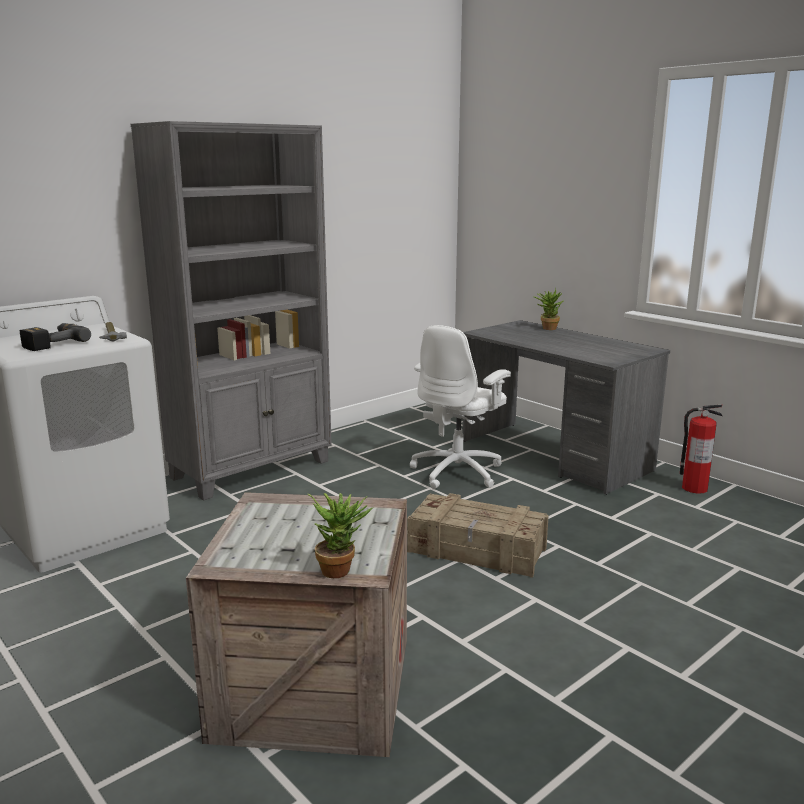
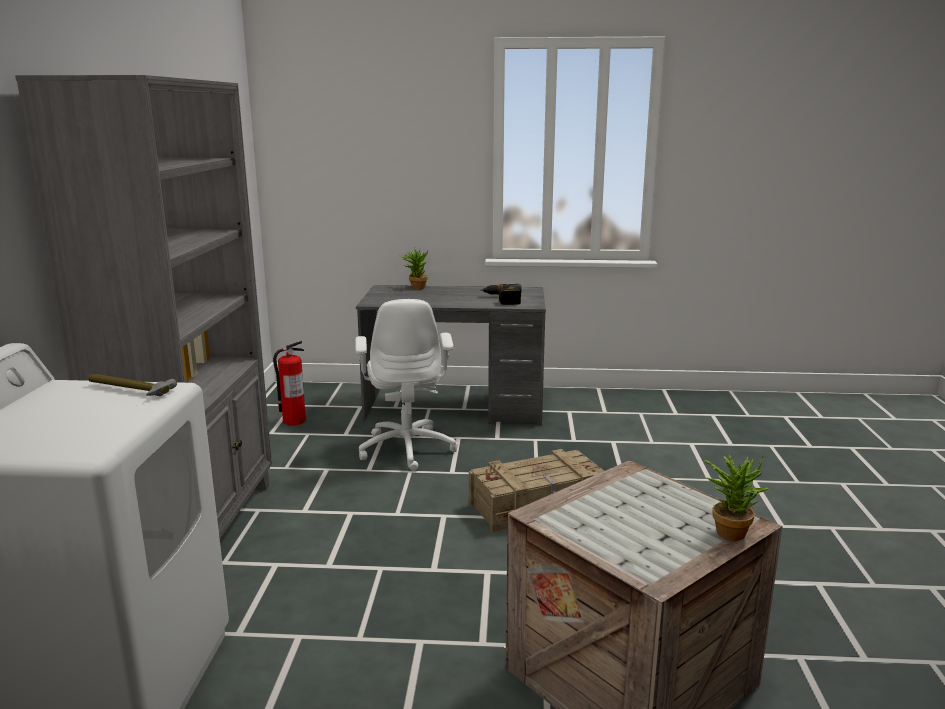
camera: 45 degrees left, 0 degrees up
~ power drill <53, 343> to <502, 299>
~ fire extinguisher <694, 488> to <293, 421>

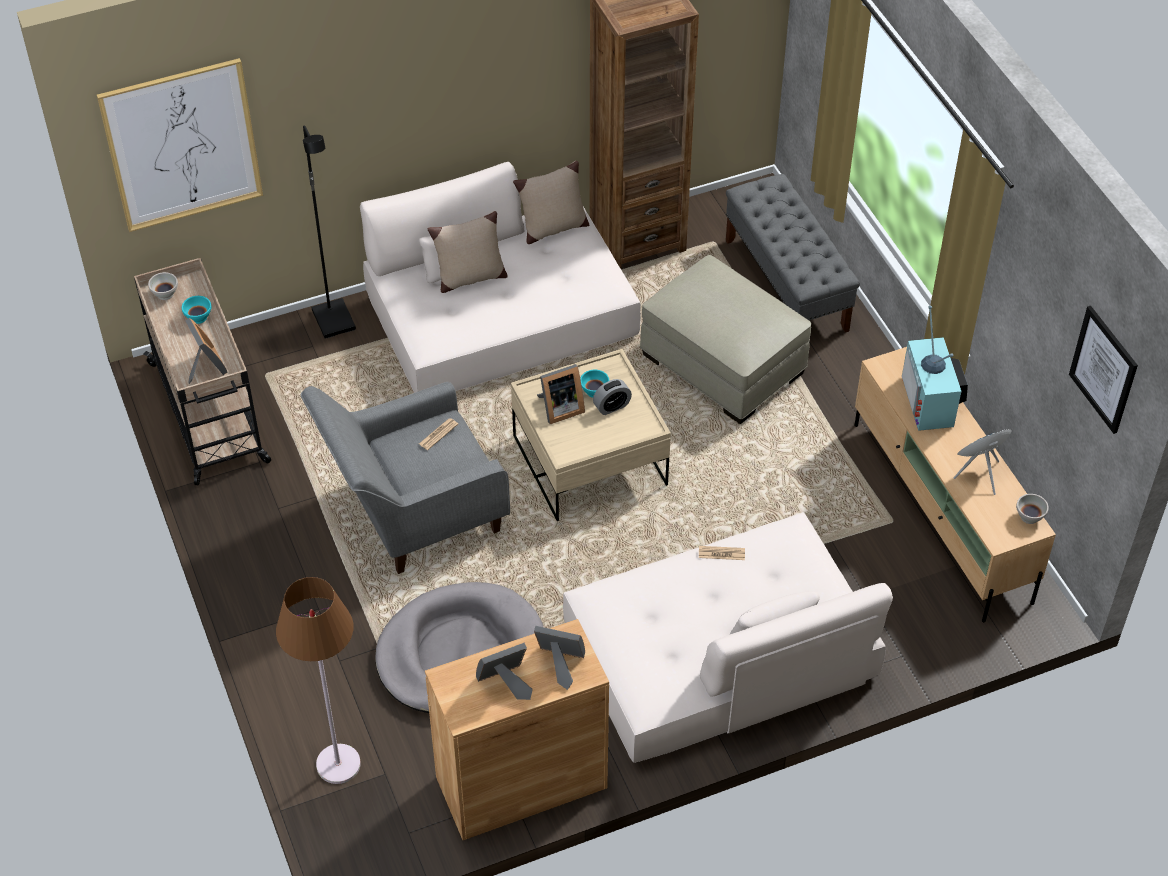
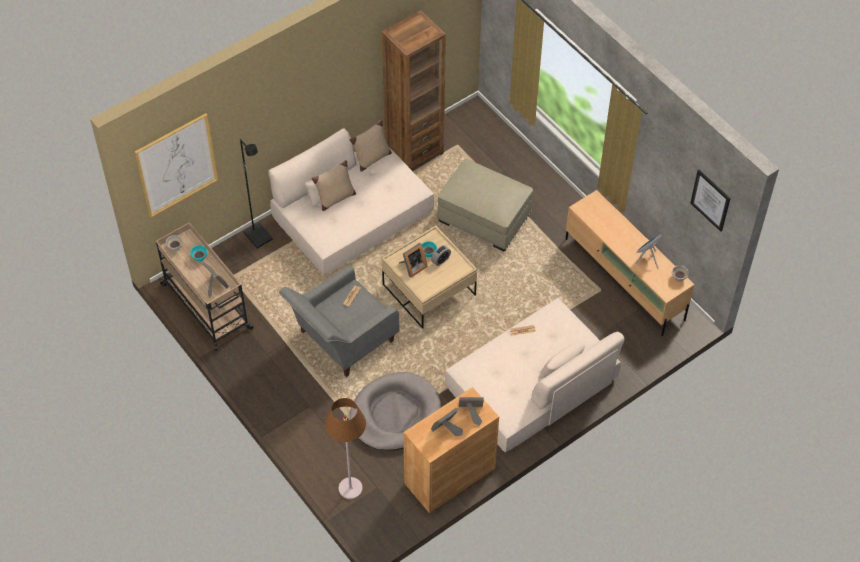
camera: 15 degrees left, 5 degrees up
- grey bench <786, 285>
- television <931, 402>

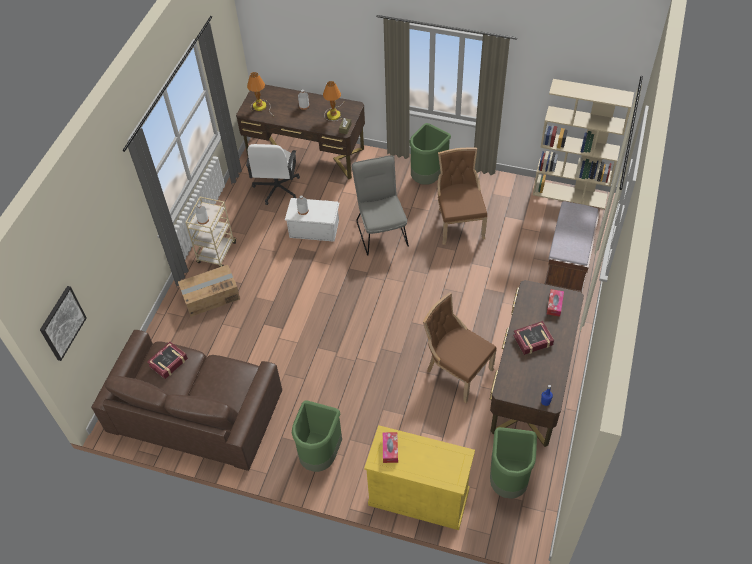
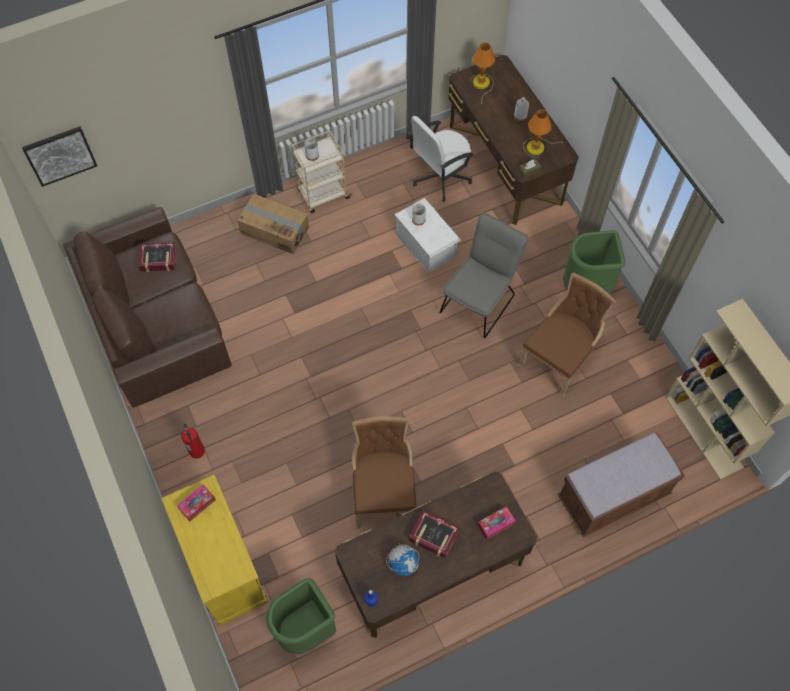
camera: 45 degrees right, 10 degrees up
~ green trash can <320, 455> to fire extinguisher <197, 450>
+ globe <403, 564>

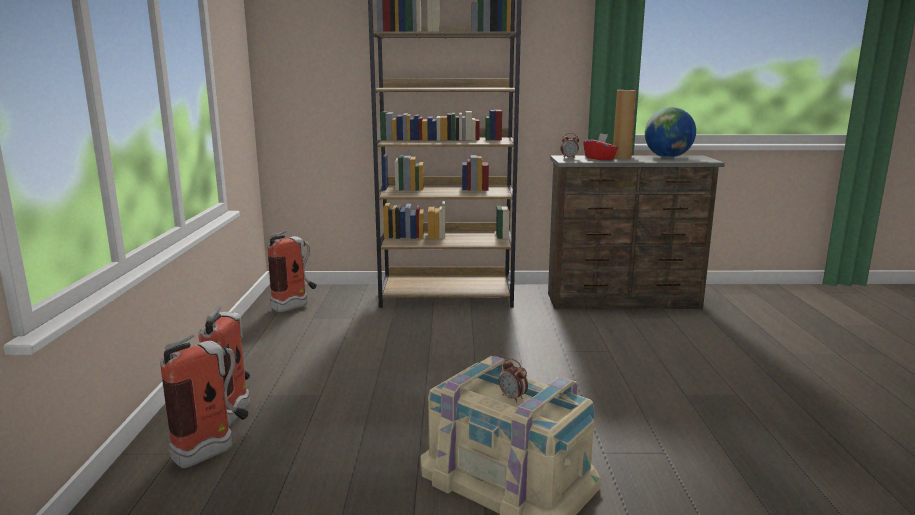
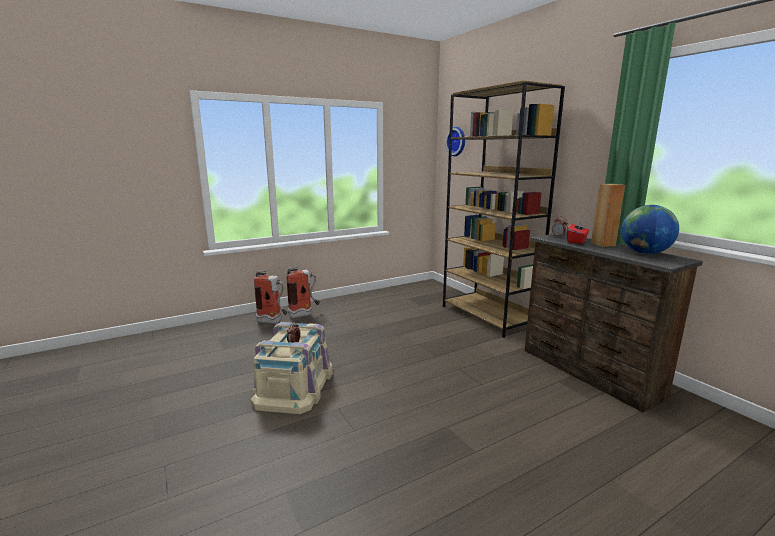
camera: 60 degrees right, 0 degrees up
- fire extinguisher <296, 306>
+ wall clock <457, 141>

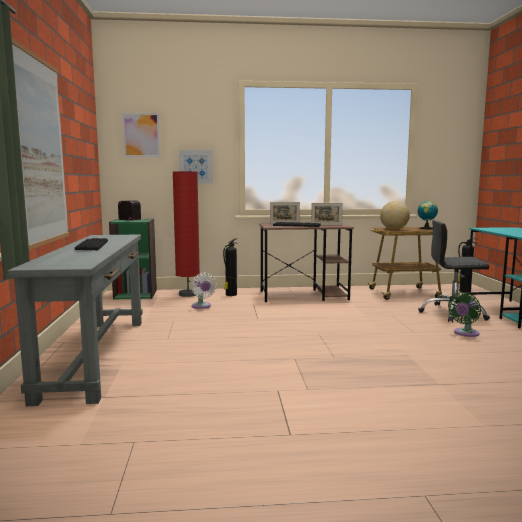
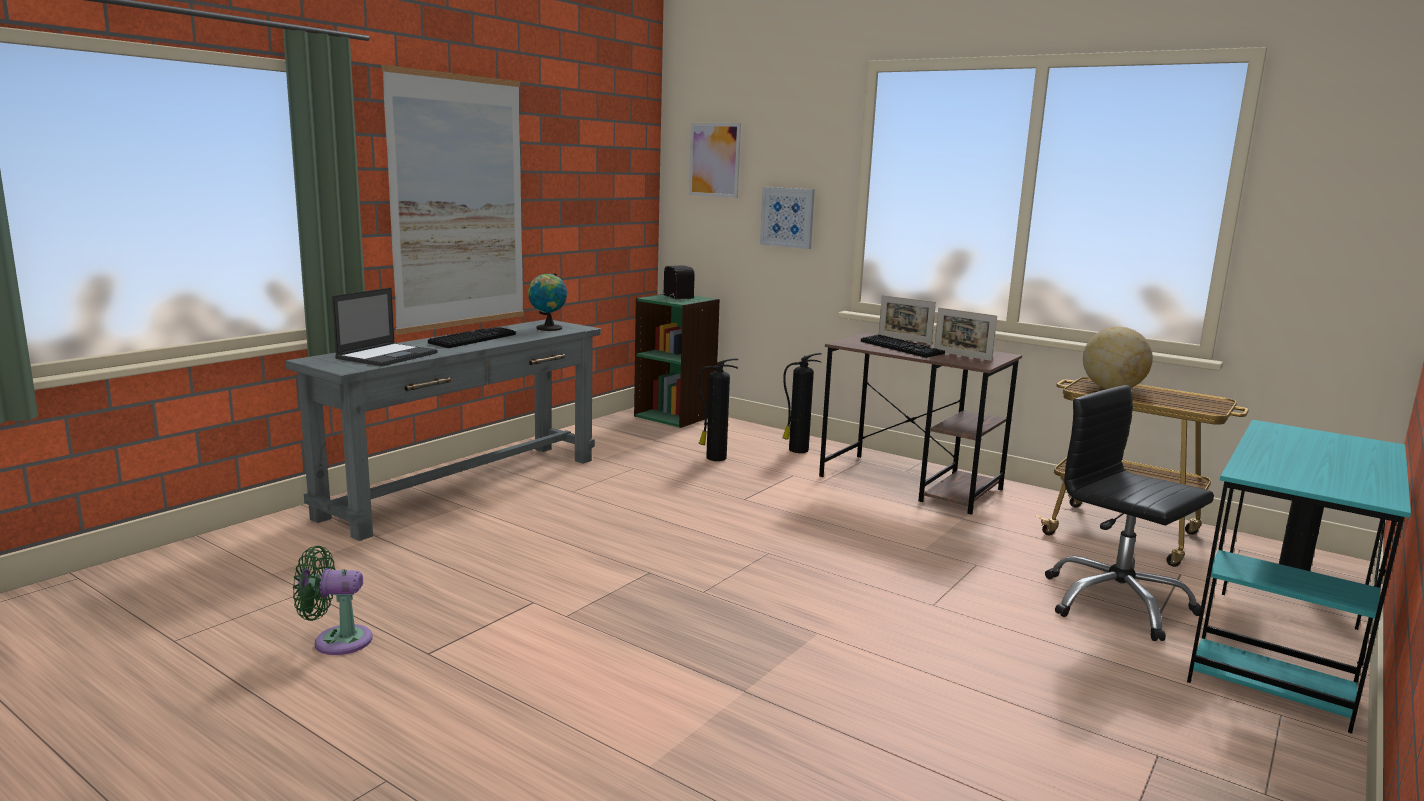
camera: 40 degrees right, 5 degrees up
- red floor lamp <188, 294>
~ white fan <202, 306> to fire extinguisher <714, 458>
~ globe <426, 228> to <547, 328>
~ green fan <465, 333> to <337, 641>
+ laptop <388, 355>

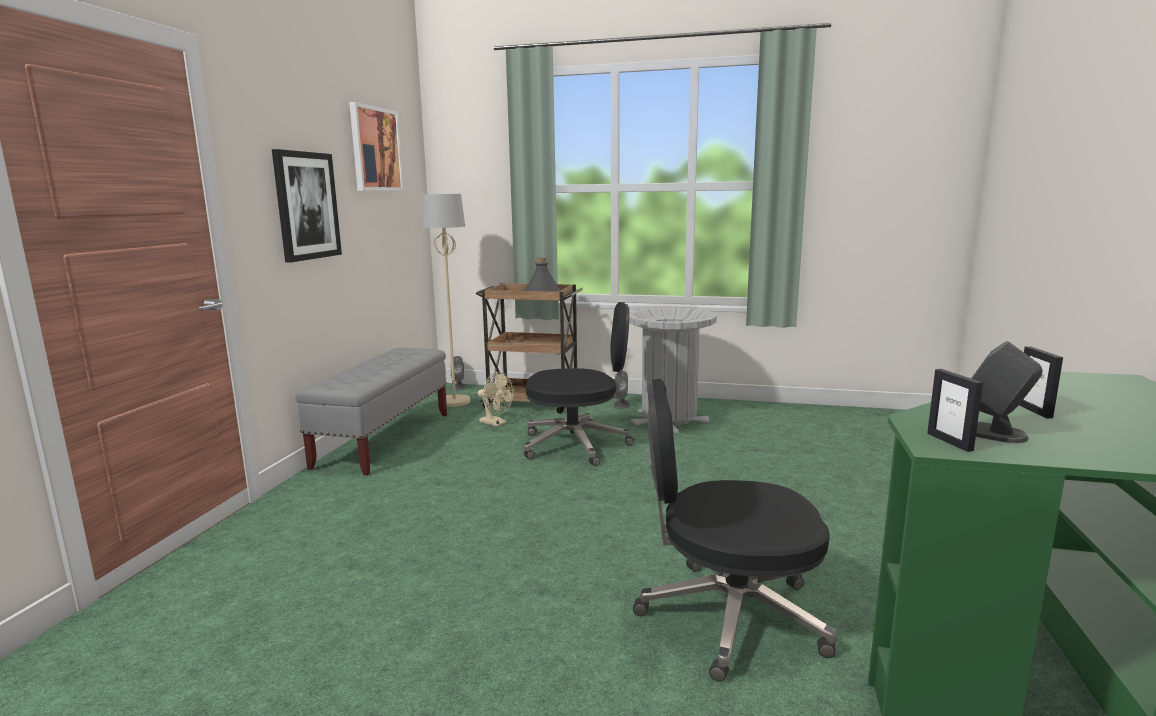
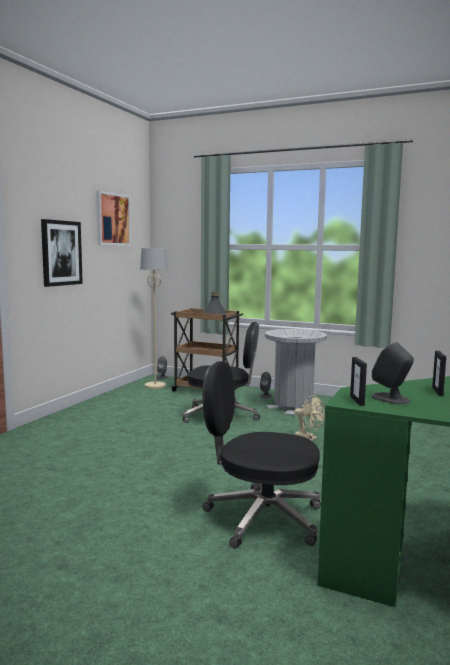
camera: 10 degrees right, 5 degrees down
- grey bench <385, 440>
~ beige fan <496, 423> to <309, 438>

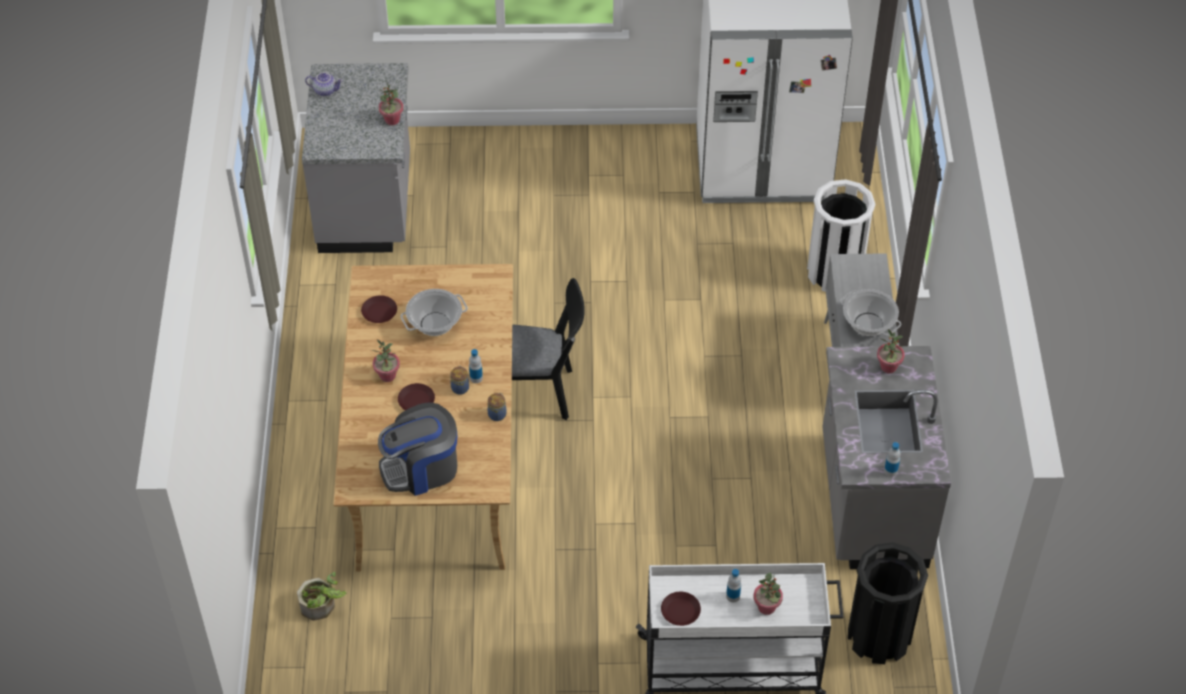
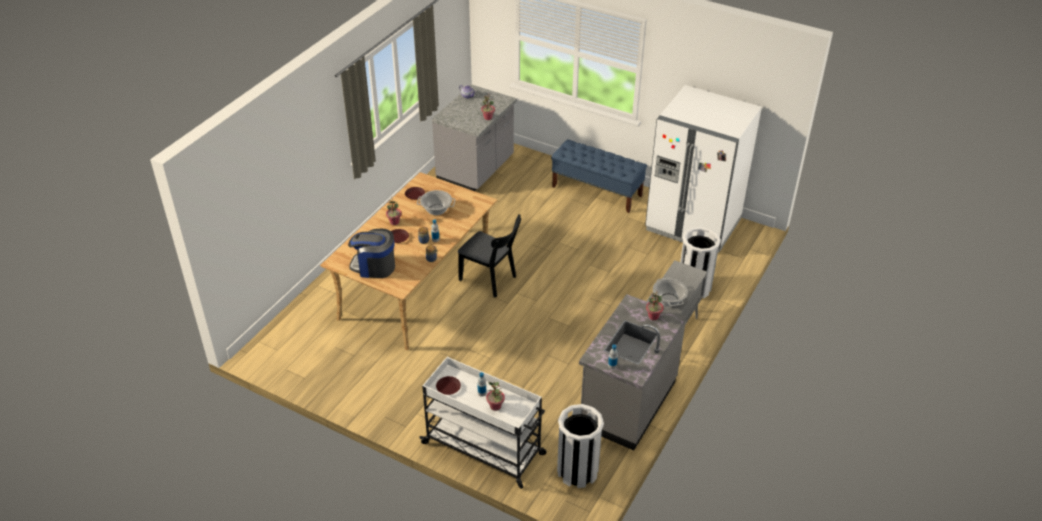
camera: 30 degrees right, 10 degrees down
- potted plant <322, 607>
~ black trash can <879, 636> to white trash can <577, 471>
+ blue bench <597, 191>

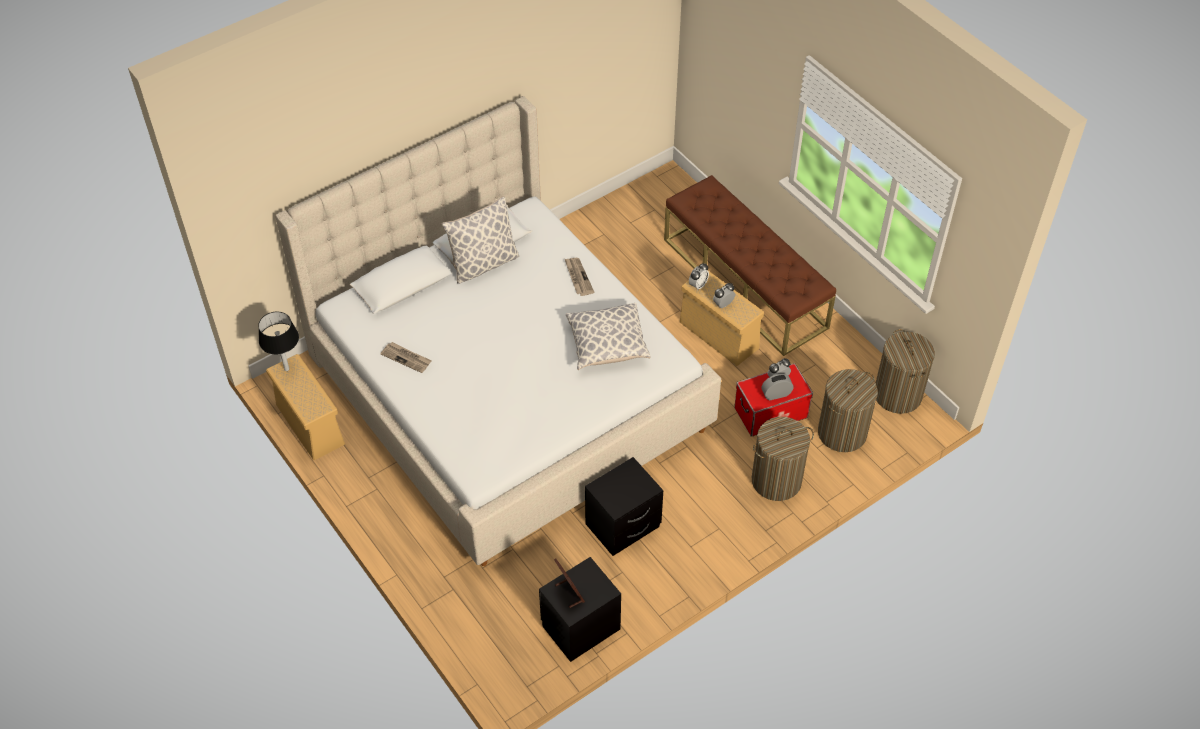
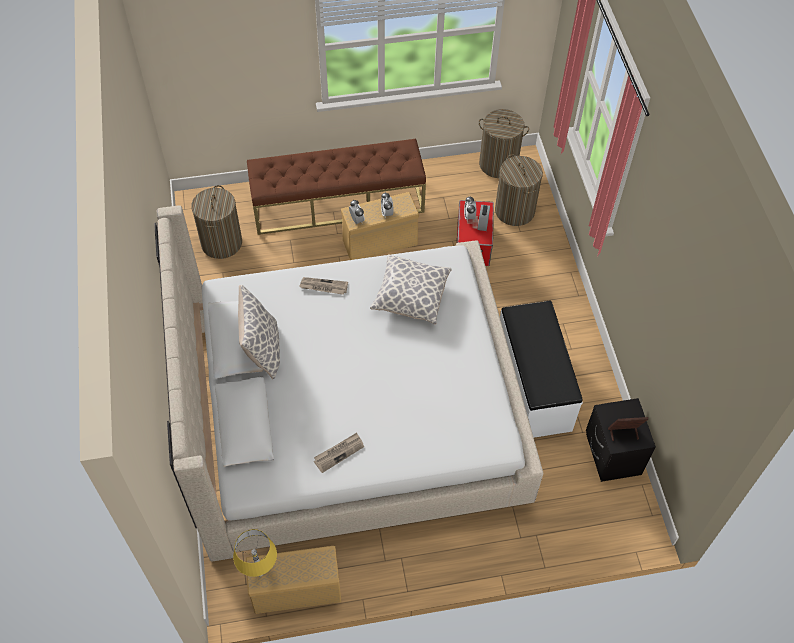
camera: 65 degrees left, 5 degrees up
~ black table lamp <287, 369> to yellow table lamp <260, 573>
~ black nightstand <623, 527> to white bench <532, 385>
~ laundry basket <776, 480> to <221, 243>

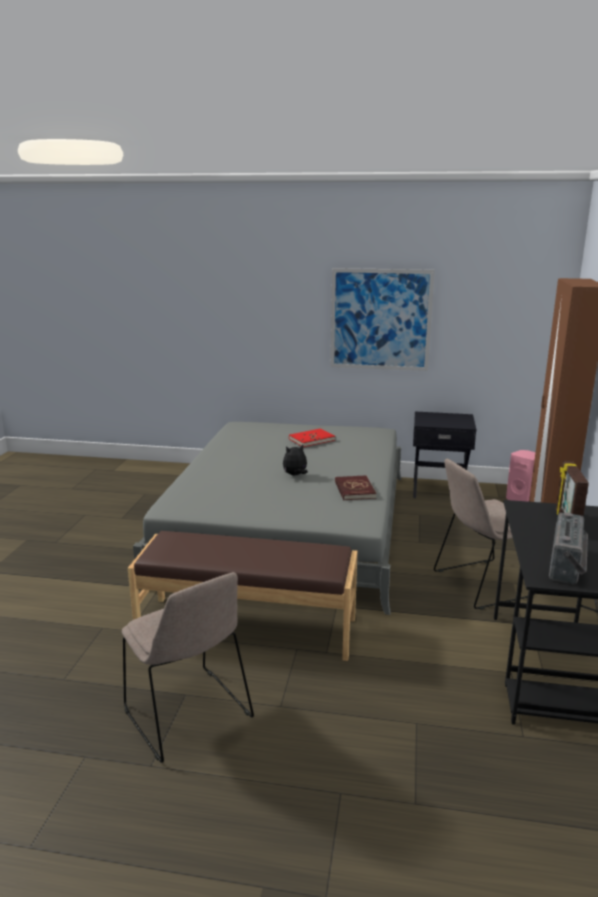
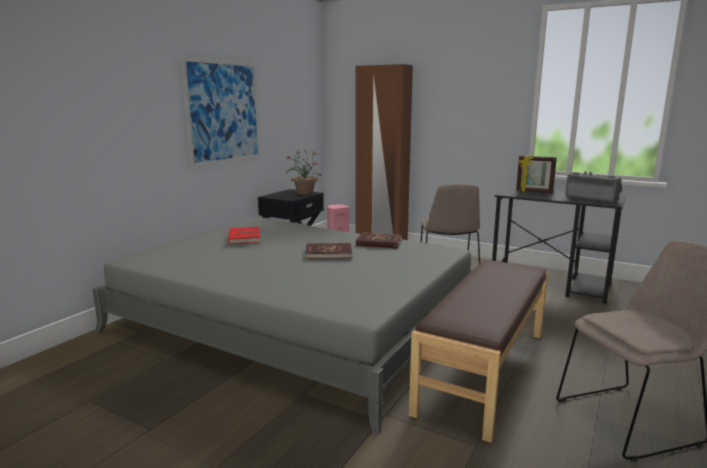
camera: 70 degrees left, 5 degrees down
~ plush toy <295, 475> to red book <328, 253>
+ potted plant <304, 193>

